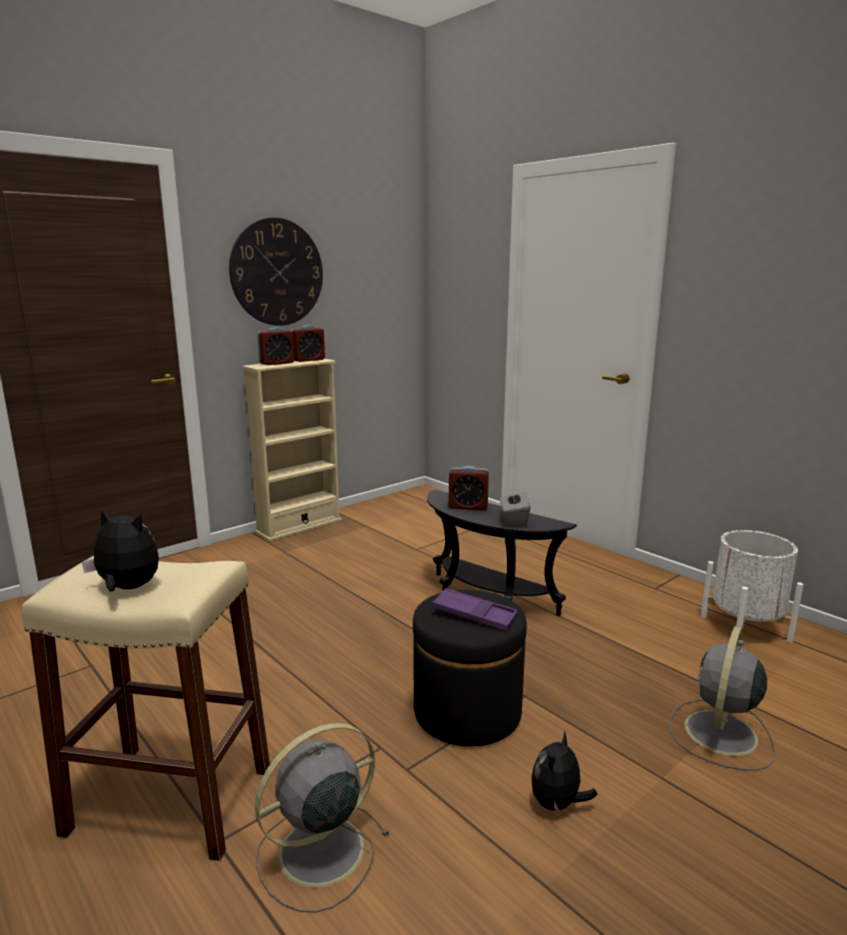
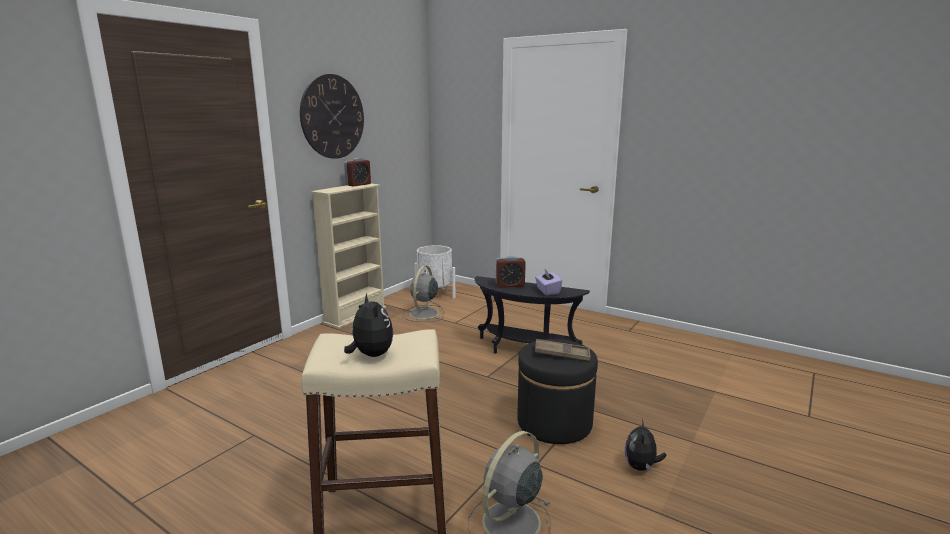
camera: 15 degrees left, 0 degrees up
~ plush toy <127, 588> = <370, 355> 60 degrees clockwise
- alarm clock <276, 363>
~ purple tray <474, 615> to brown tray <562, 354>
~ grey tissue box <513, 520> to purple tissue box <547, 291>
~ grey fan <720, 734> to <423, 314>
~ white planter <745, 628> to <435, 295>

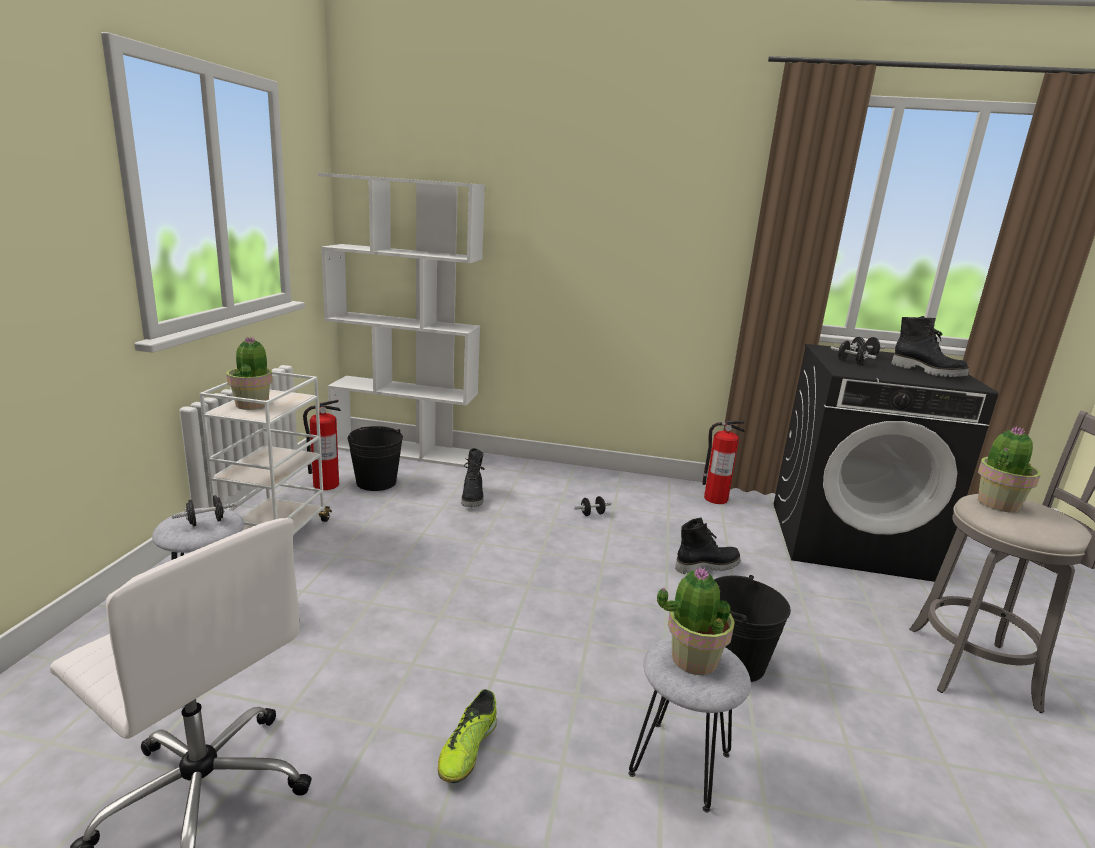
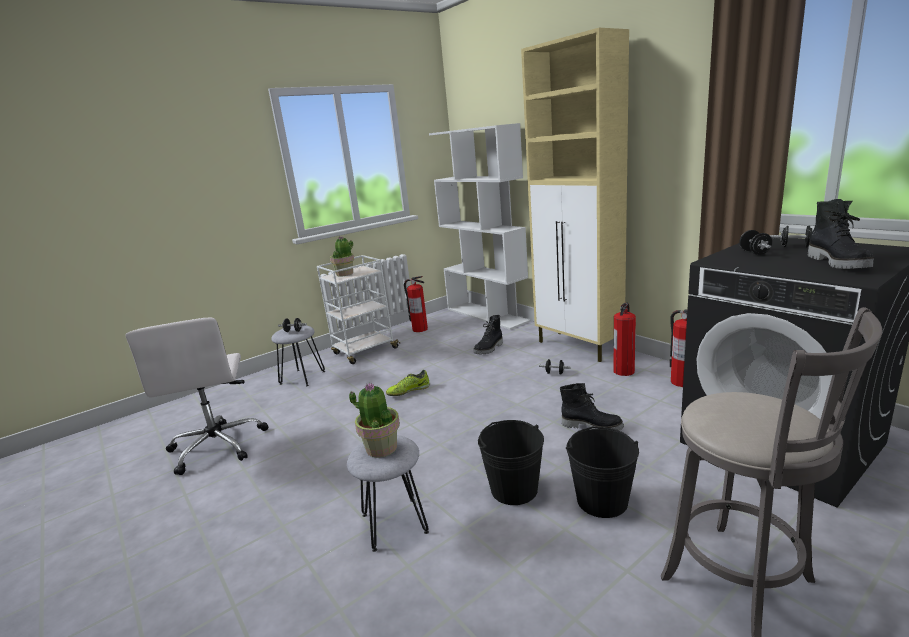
camera: 45 degrees right, 0 degrees up
~ black bucket <376, 482> to <602, 500>
~ shoe <467, 749> to <408, 391>
- potted plant <997, 504>
+ beige cabinet <579, 347>
+ fire extinguisher <624, 371>

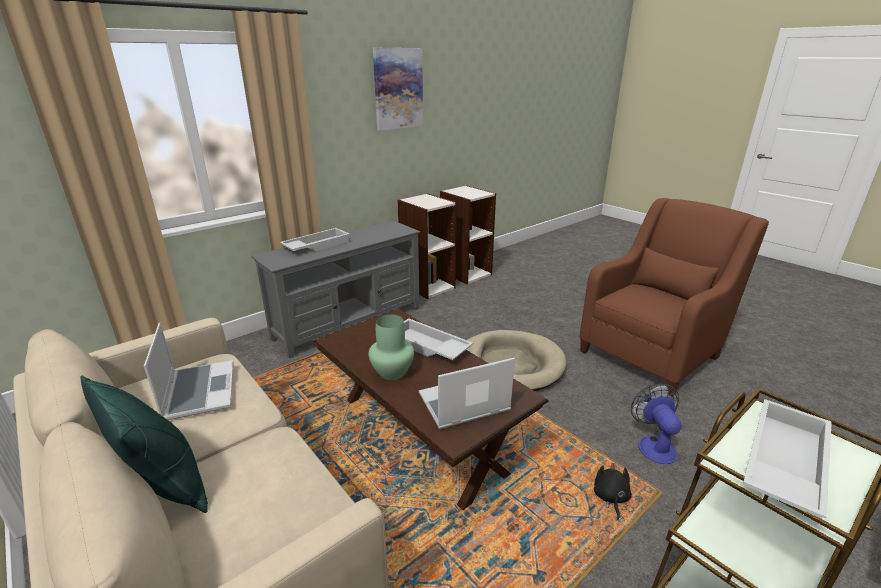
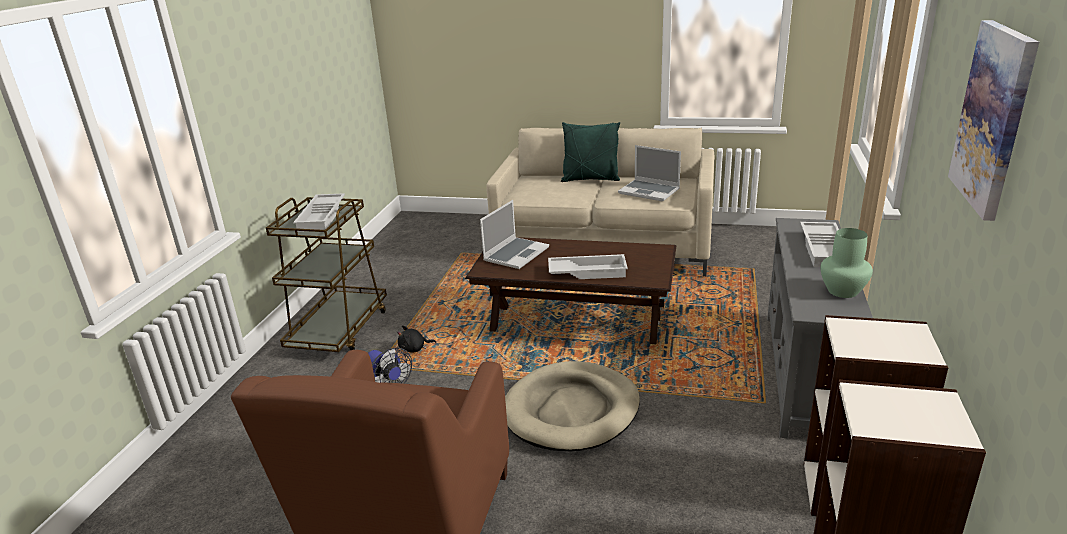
camera: 145 degrees right, 0 degrees up
~ green vase <392, 373> to <842, 291>
~ black plush toy <610, 497> = <414, 349> 105 degrees clockwise

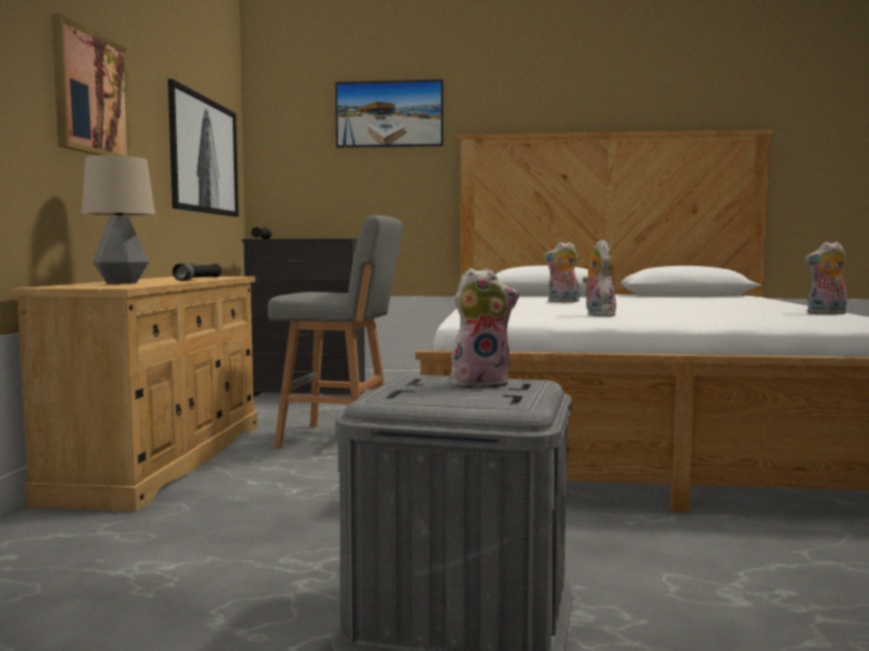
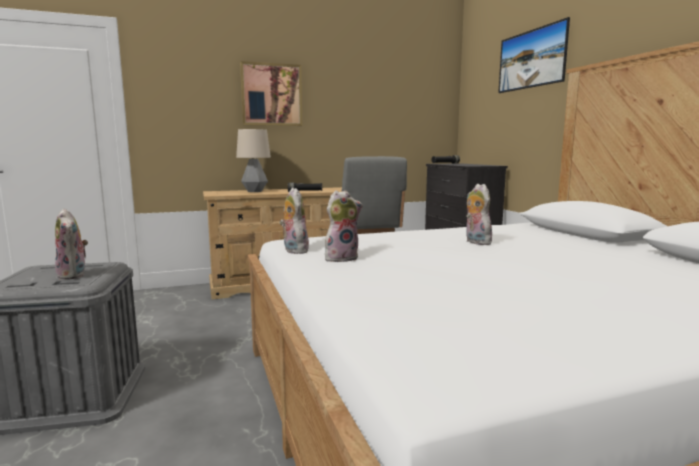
camera: 65 degrees right, 5 degrees up
- picture <203, 155>
~ plush toy <826, 314> to <293, 250>

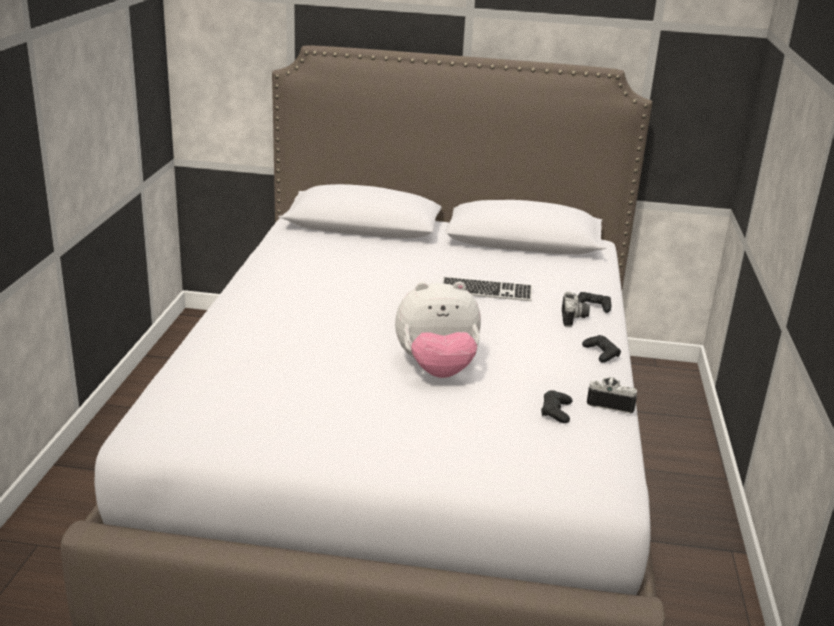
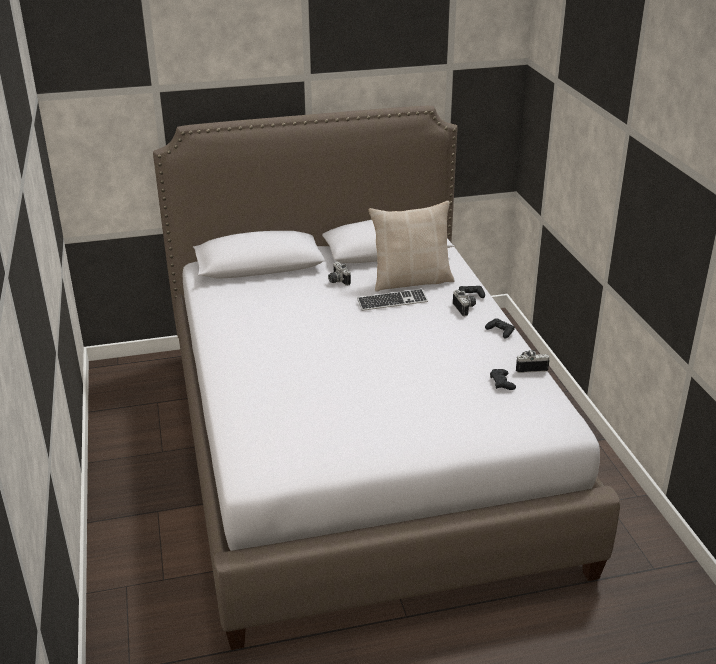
camera: 20 degrees left, 5 degrees up
- plush toy <437, 370>
+ photo camera <337, 281>
+ beige pillow <411, 280>

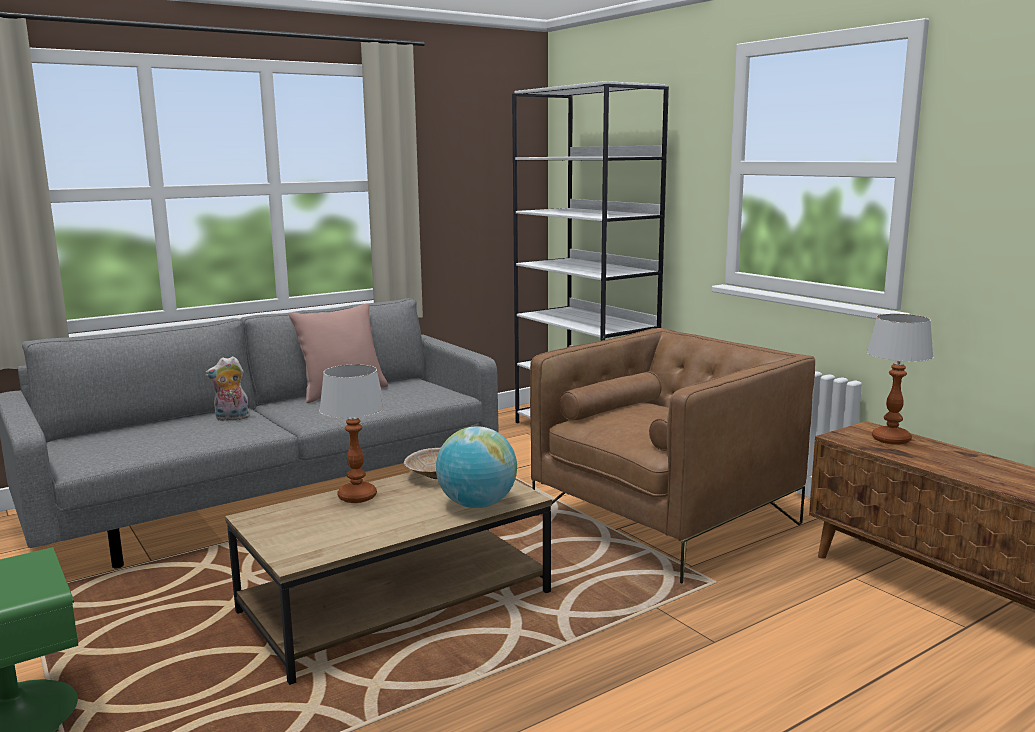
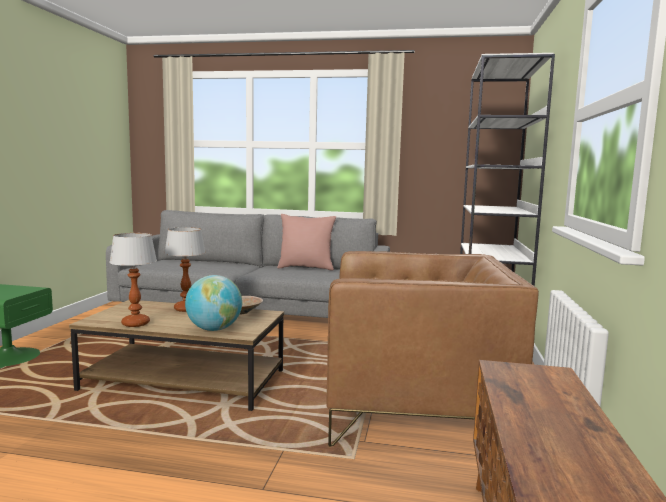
camera: 45 degrees right, 5 degrees down
- plush toy <231, 418>
~ table lamp <890, 440> to <135, 323>

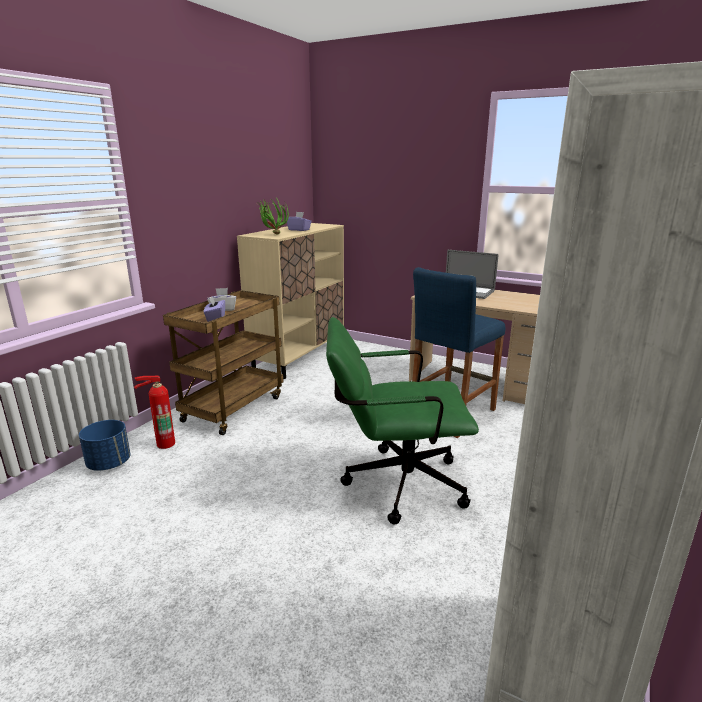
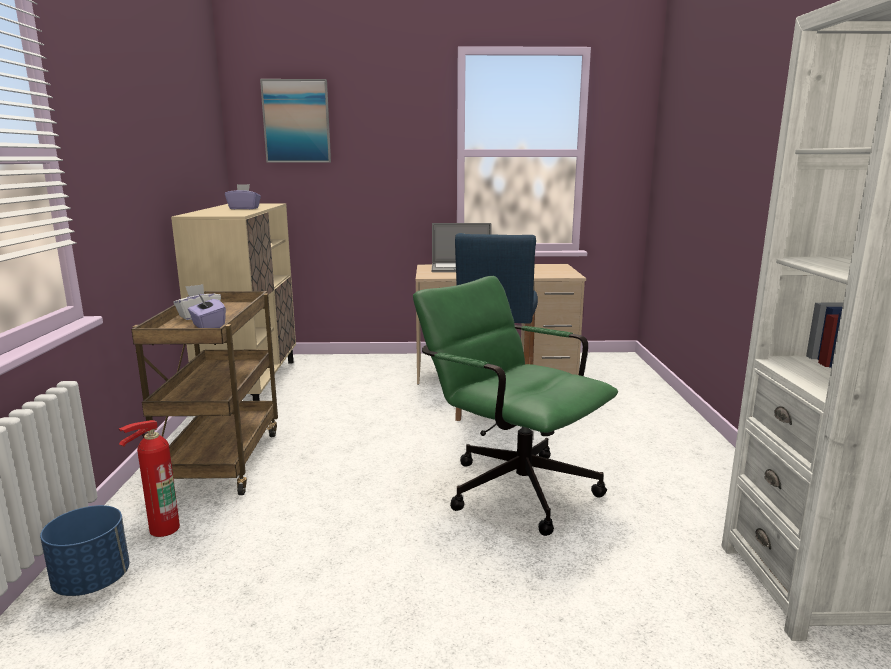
camera: 30 degrees left, 5 degrees down
- potted plant <272, 234>
~ green office chair <394, 483> = <510, 485> 75 degrees clockwise
+ picture <296, 121>

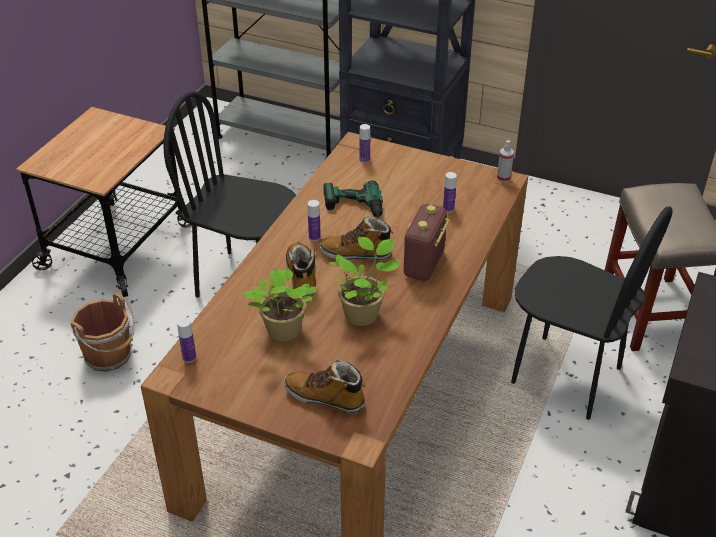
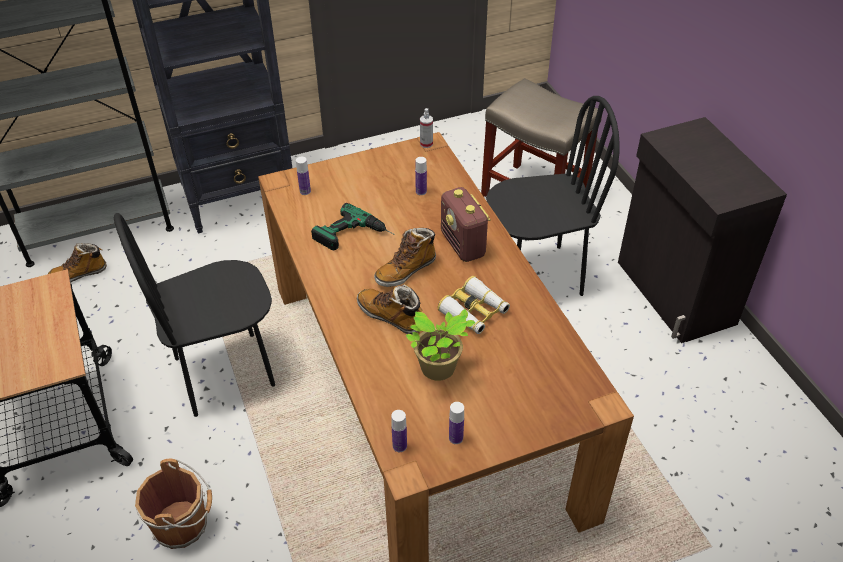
camera: 45 degrees left, 5 degrees up
~ boot <325, 397> to <79, 274>
~ bottle <314, 237> to <456, 438>
~ potted plant <363, 313> to binoculars <474, 312>

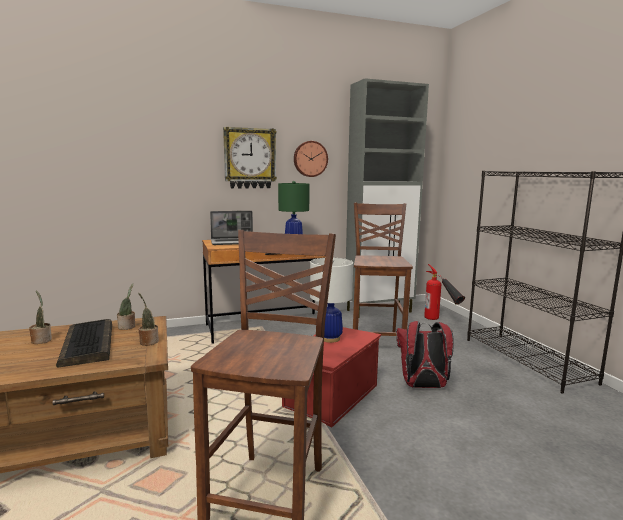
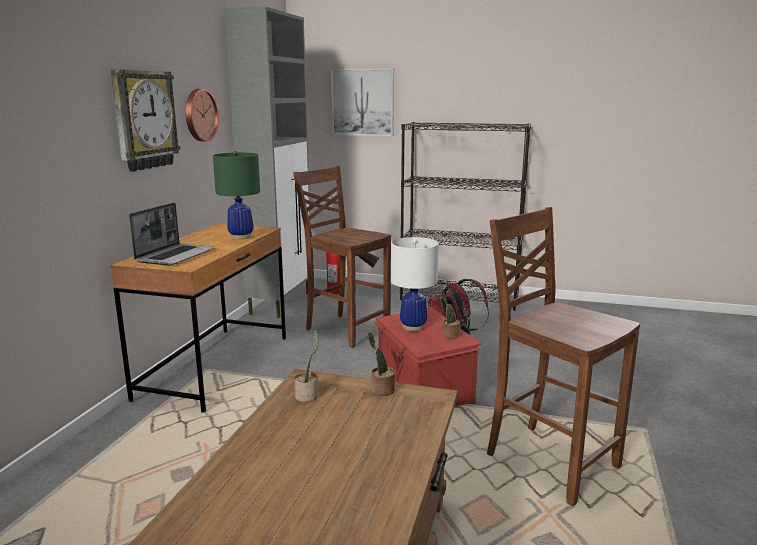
camera: 55 degrees left, 5 degrees up
~ potted plant <41, 340> to <449, 335>
- keyboard <88, 344>
+ picture <363, 102>

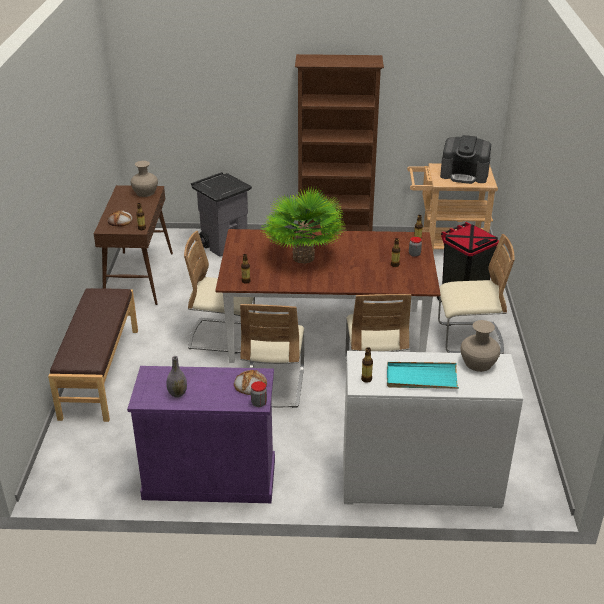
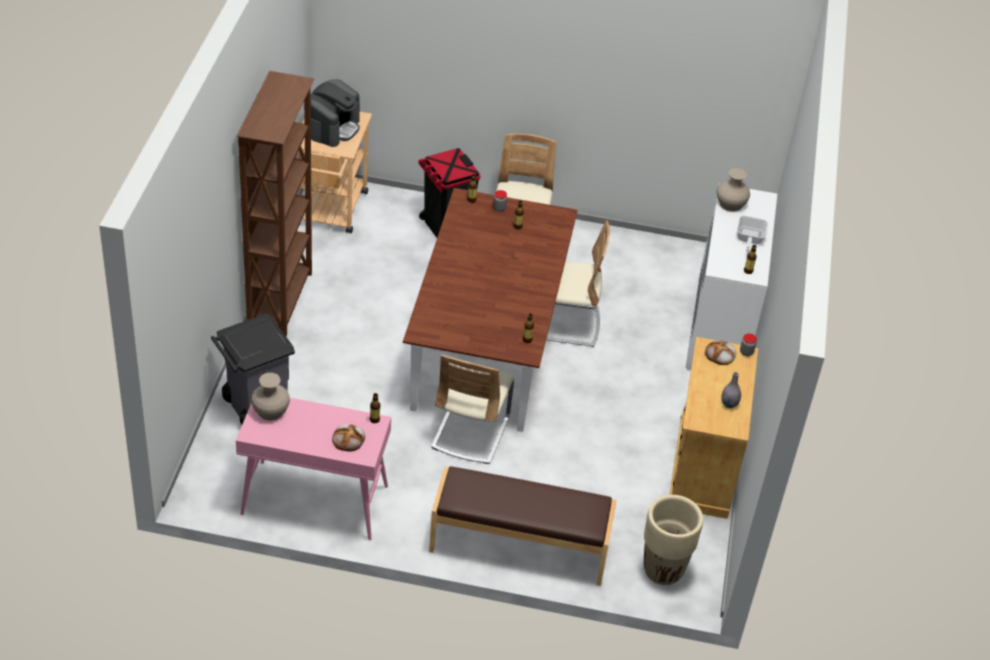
camera: 85 degrees left, 10 degrees up
~ brown console table <139, 277> to pink console table <314, 501>
~ purple cabinet <210, 478> to beige cabinet <703, 466>
- beige chair <273, 385>
- potted plant <303, 257>
~ turquoise tray <421, 378> to frying pan <748, 240>
+ beige planter <663, 570>

